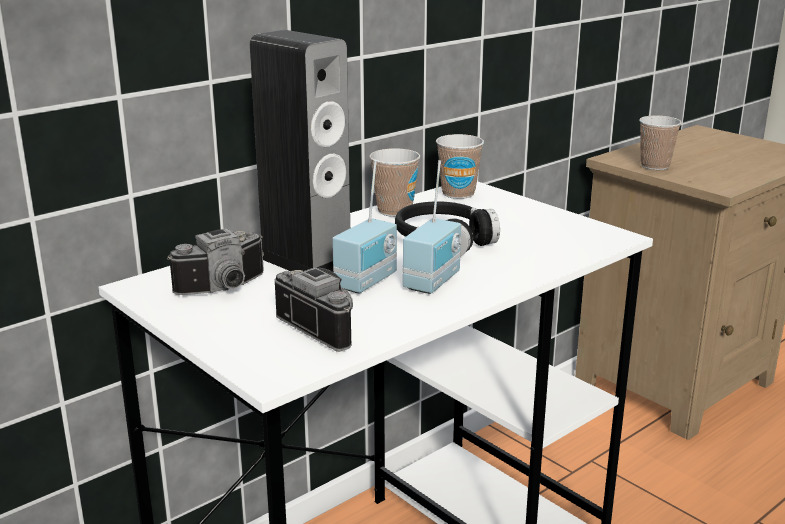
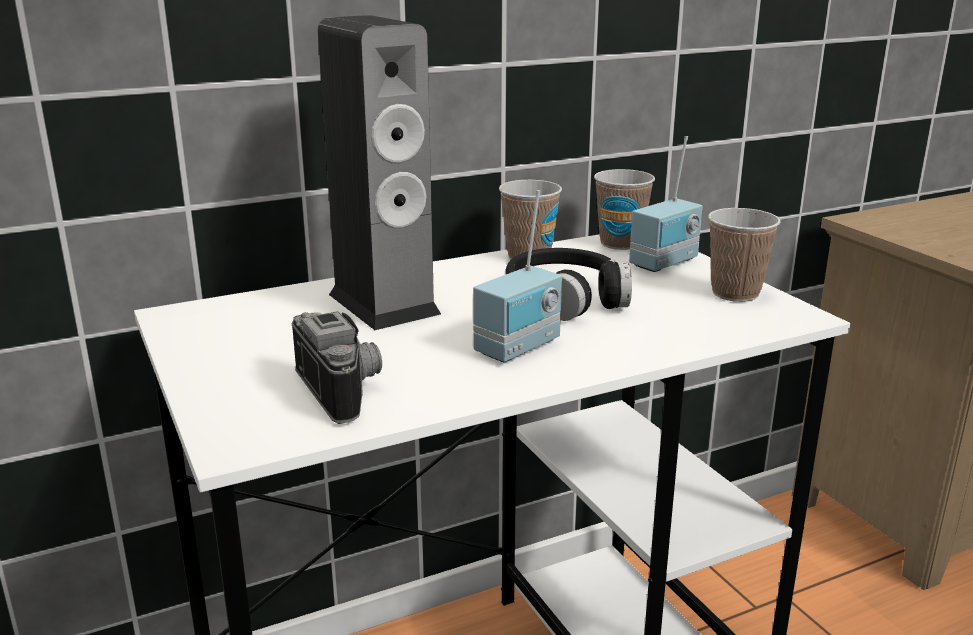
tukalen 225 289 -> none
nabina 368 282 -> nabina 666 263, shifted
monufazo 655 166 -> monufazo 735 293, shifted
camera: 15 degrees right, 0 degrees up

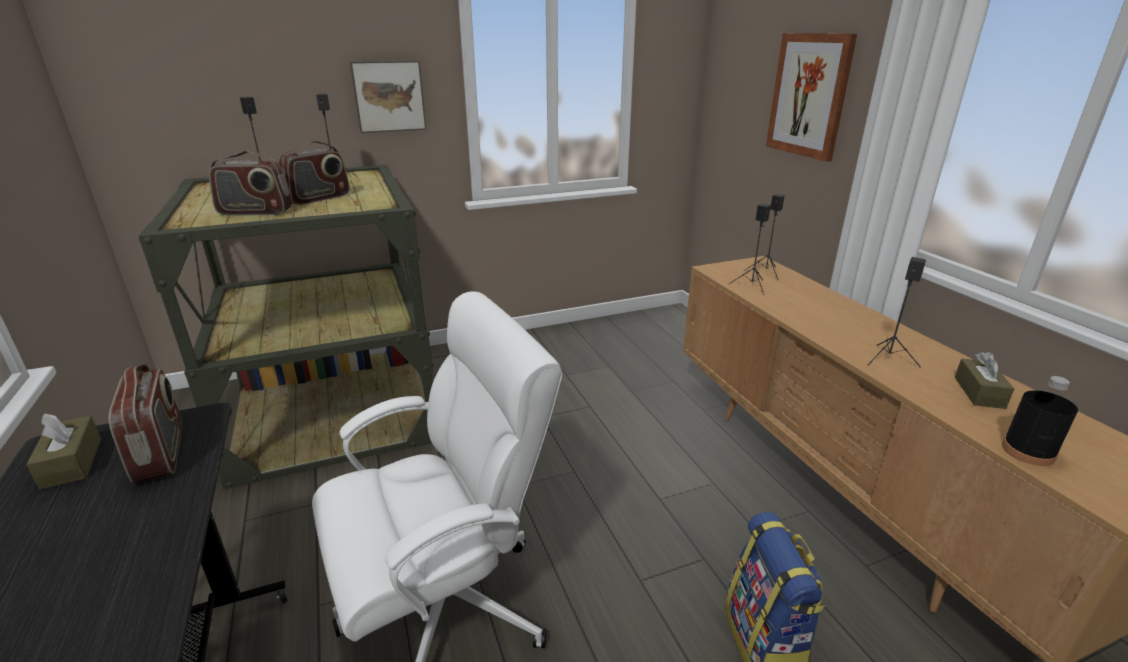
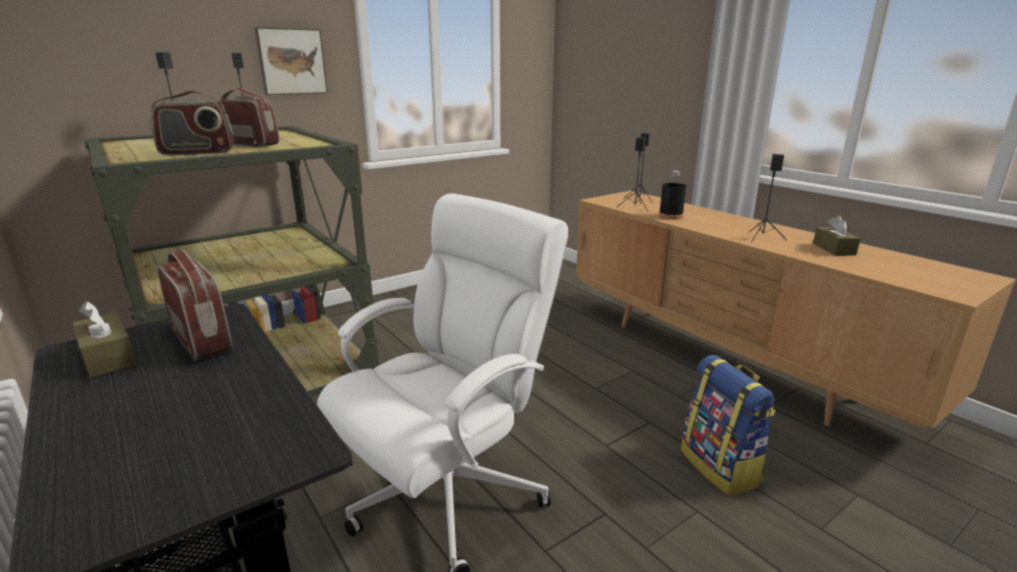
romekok 809 95 -> none
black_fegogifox 1028 451 -> black_fegogifox 670 216, shifted
nabina 318 198 -> nabina 251 144, 90 degrees counterclockwise
camera: 15 degrees left, 5 degrees down

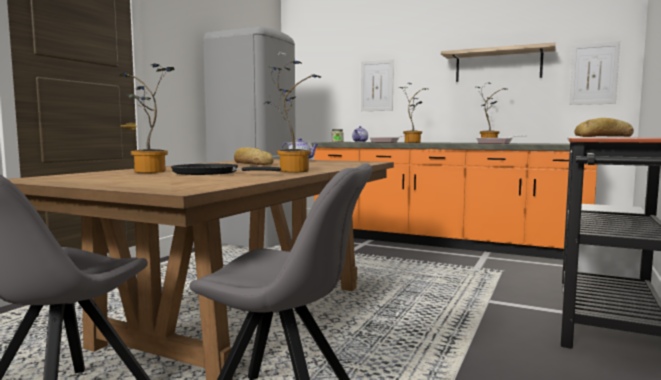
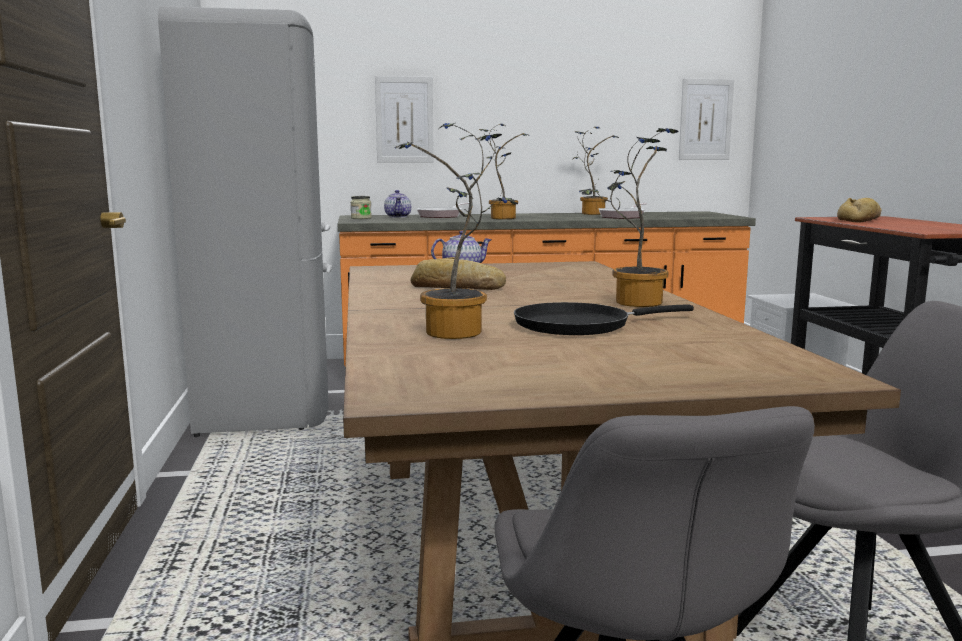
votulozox 498 65 -> none
camera: 35 degrees left, 5 degrees up

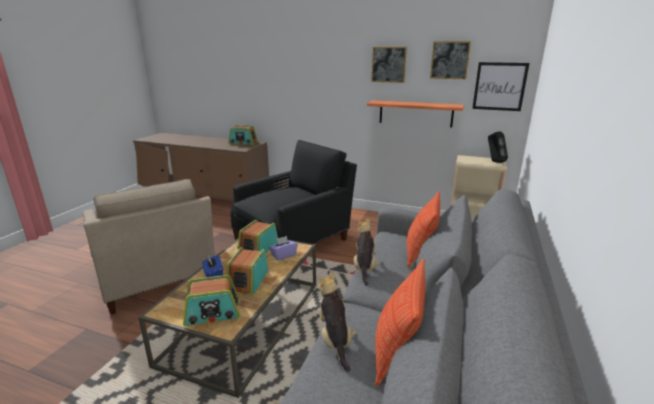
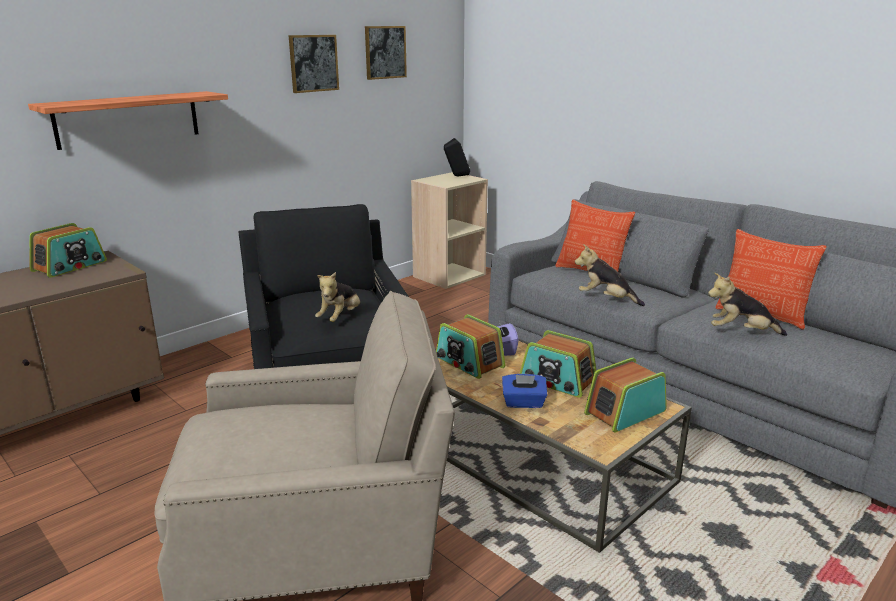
romekok 499 86 -> none
none -> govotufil 340 318
votulozox 415 113 -> votulozox 128 119, shifted
nabina 212 313 -> nabina 624 412, 135 degrees counterclockwise
camera: 65 degrees left, 0 degrees up

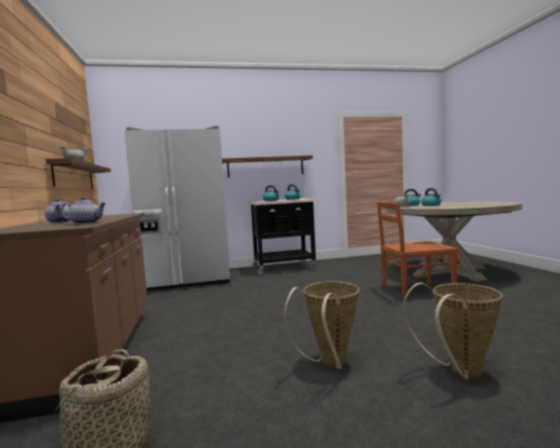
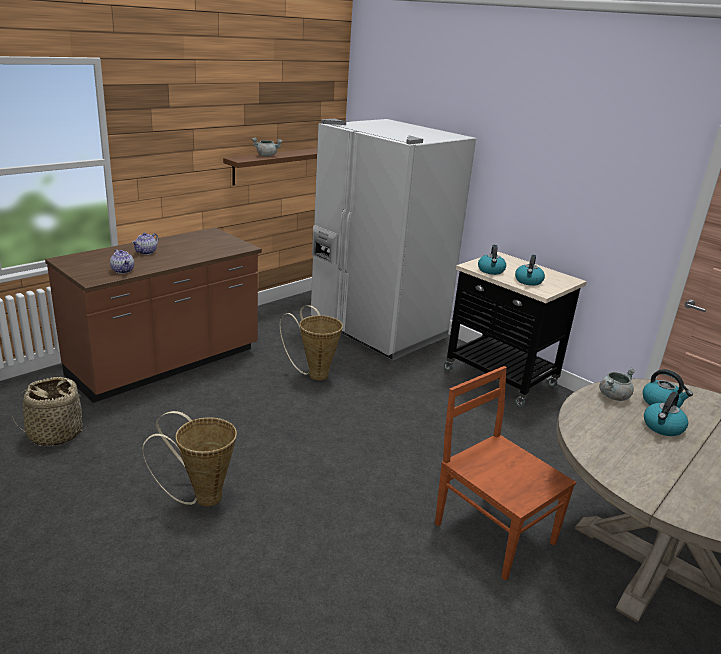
brown_votulozox 265 167 -> none
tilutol 460 372 -> tilutol 314 374, shifted
camera: 55 degrees right, 20 degrees up

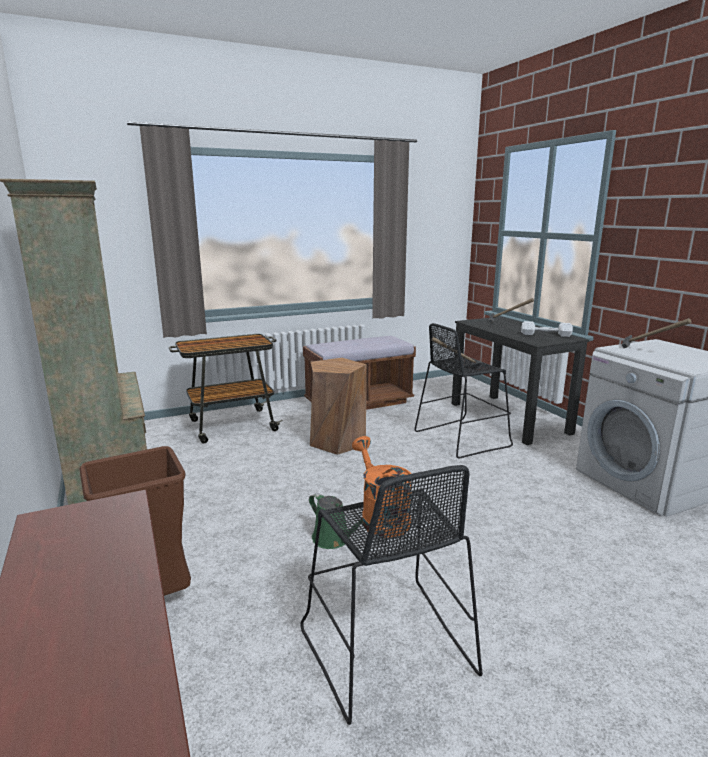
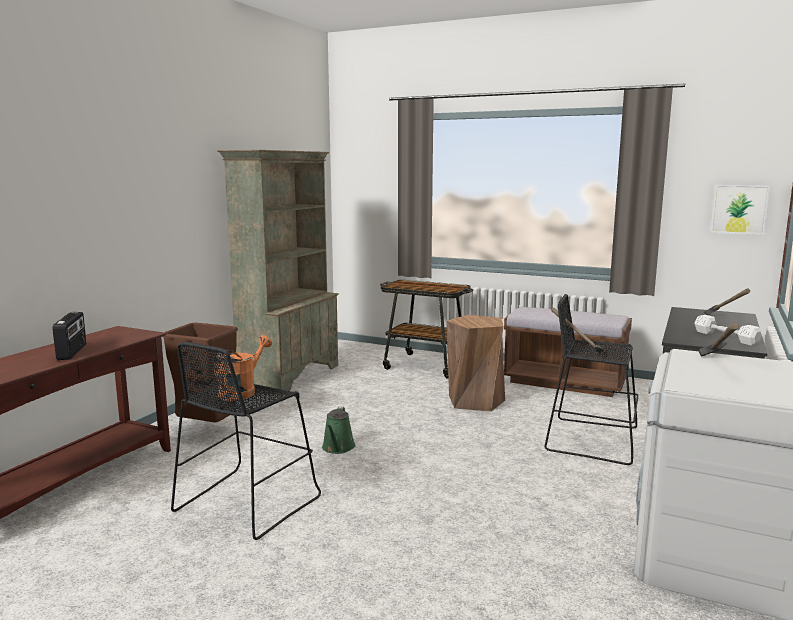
none -> nabina 73 352
none -> romekok 739 209
camera: 50 degrees right, 5 degrees down

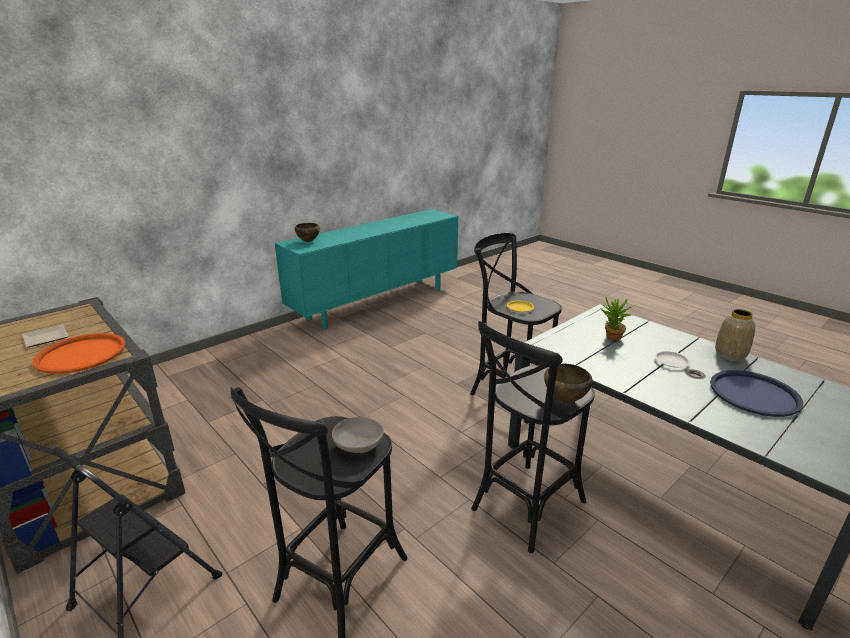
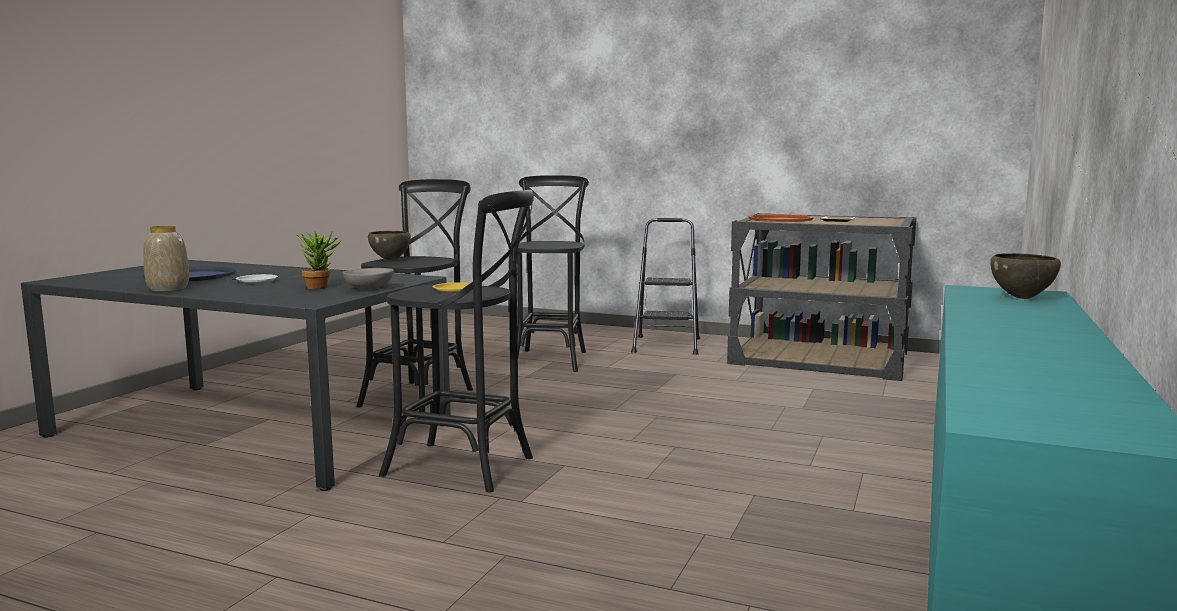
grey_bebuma 358 445 -> grey_bebuma 369 288, shifted
camera: 155 degrees right, 15 degrees down

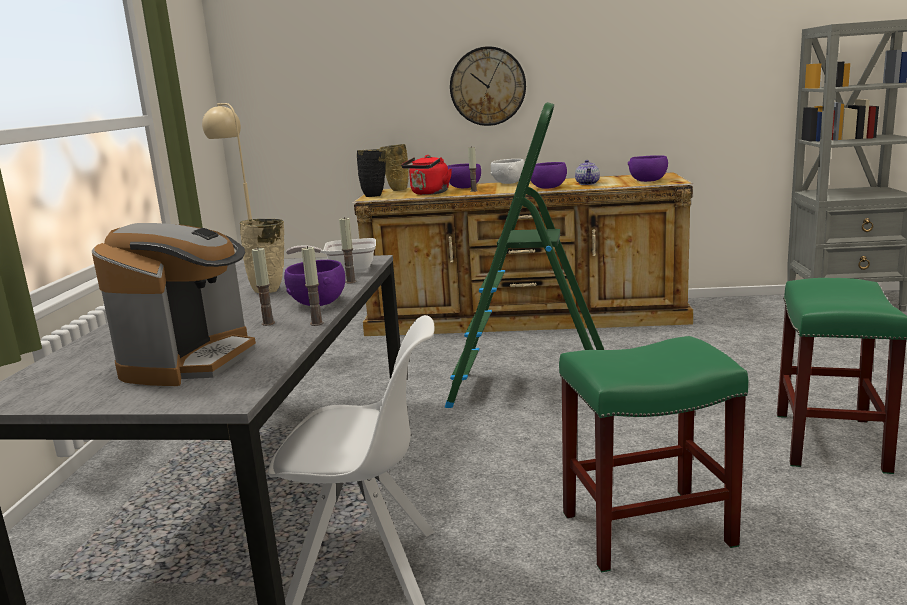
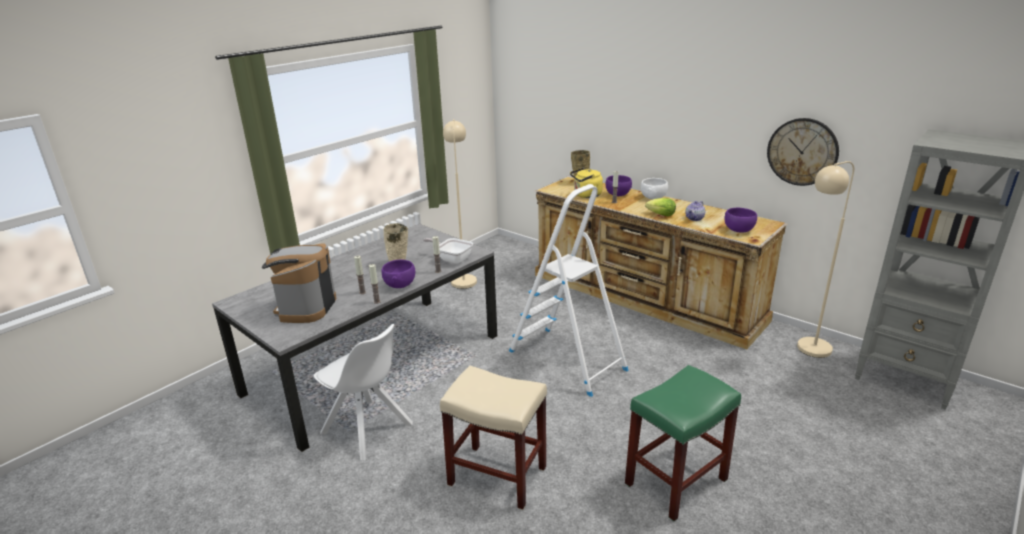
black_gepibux 375 196 -> none
none -> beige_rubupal 807 352
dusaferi 487 86 -> dusaferi 802 152, shifted
purple_bebuma 548 187 -> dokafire 661 215
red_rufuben 429 193 -> yellow_rufuben 586 195
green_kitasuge 531 391 -> white_kitasuge 566 360
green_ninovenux 645 530 -> beige_ninovenux 496 476
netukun 191 361 -> netukun 305 308, 135 degrees clockwise
camera: 35 degrees right, 10 degrees up

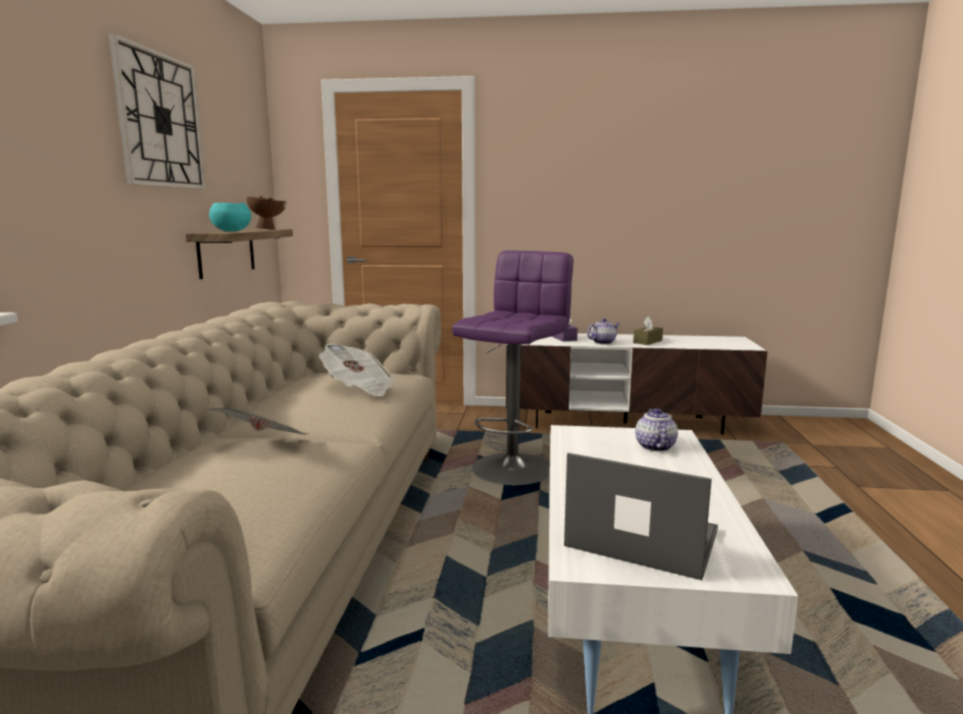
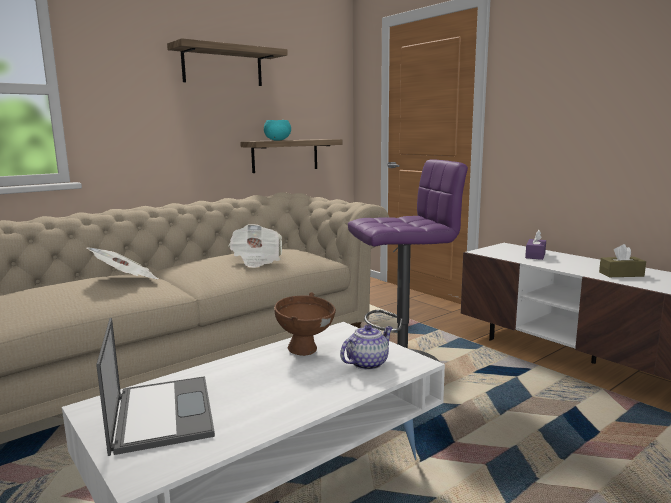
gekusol 603 342 -> none
brown_bebuma 268 229 -> brown_bebuma 306 350, shifted
dusaferi 160 120 -> votulozox 222 66
camera: 45 degrees right, 0 degrees up

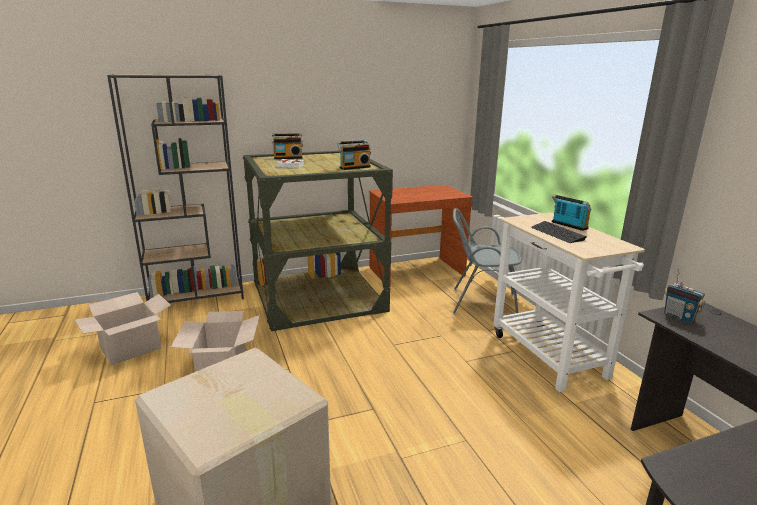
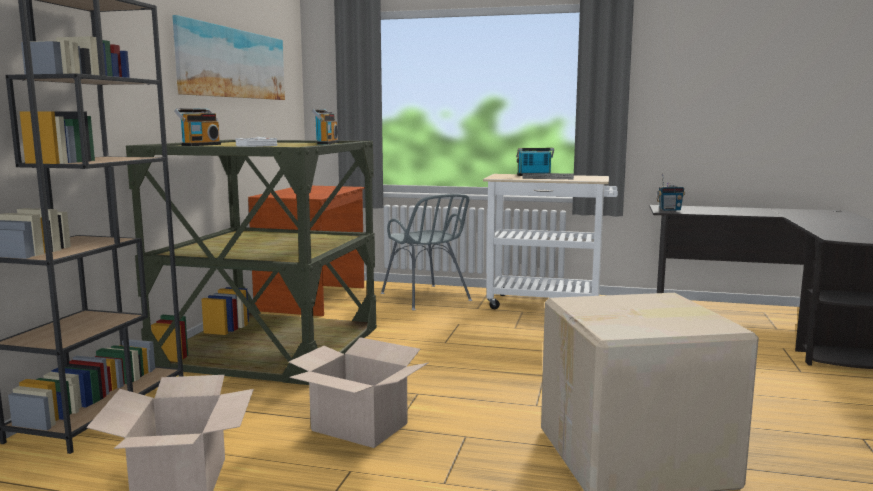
none -> romekok 232 63
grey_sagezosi 480 303 -> grey_sagezosi 426 298, 75 degrees counterclockwise
camera: 55 degrees left, 10 degrees down

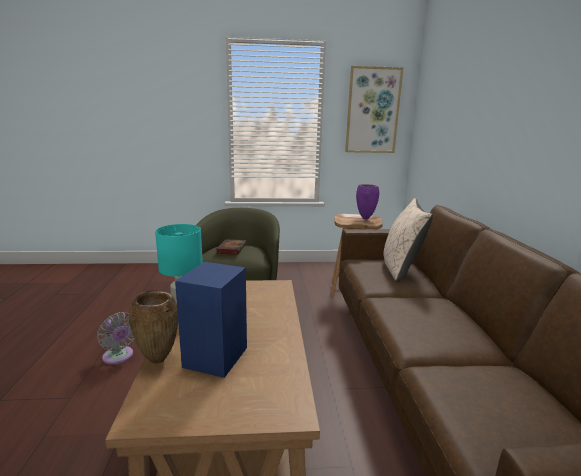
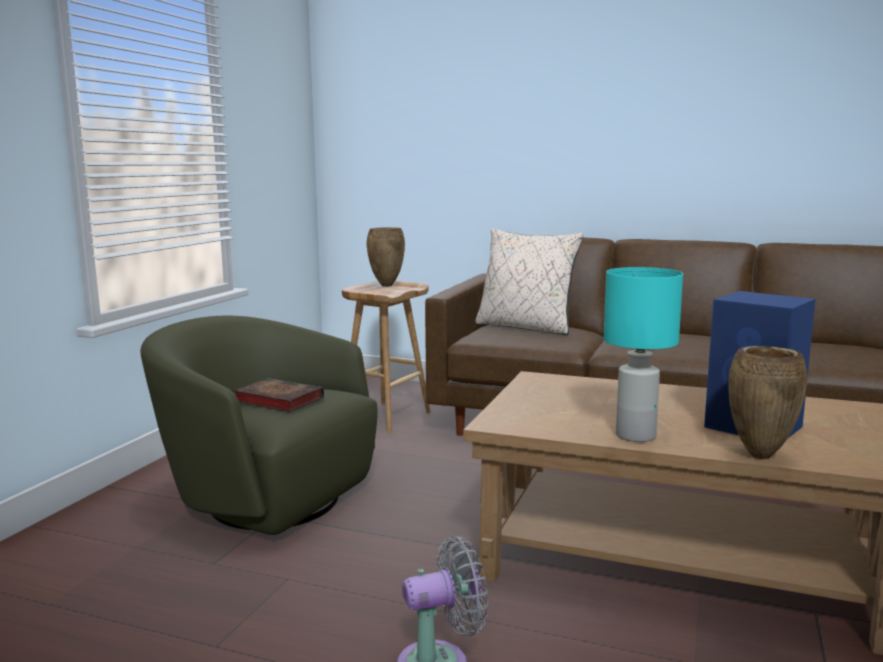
romekok 372 111 -> none
purple_gepibux 365 218 -> brown_gepibux 386 286
camera: 65 degrees left, 5 degrees down

